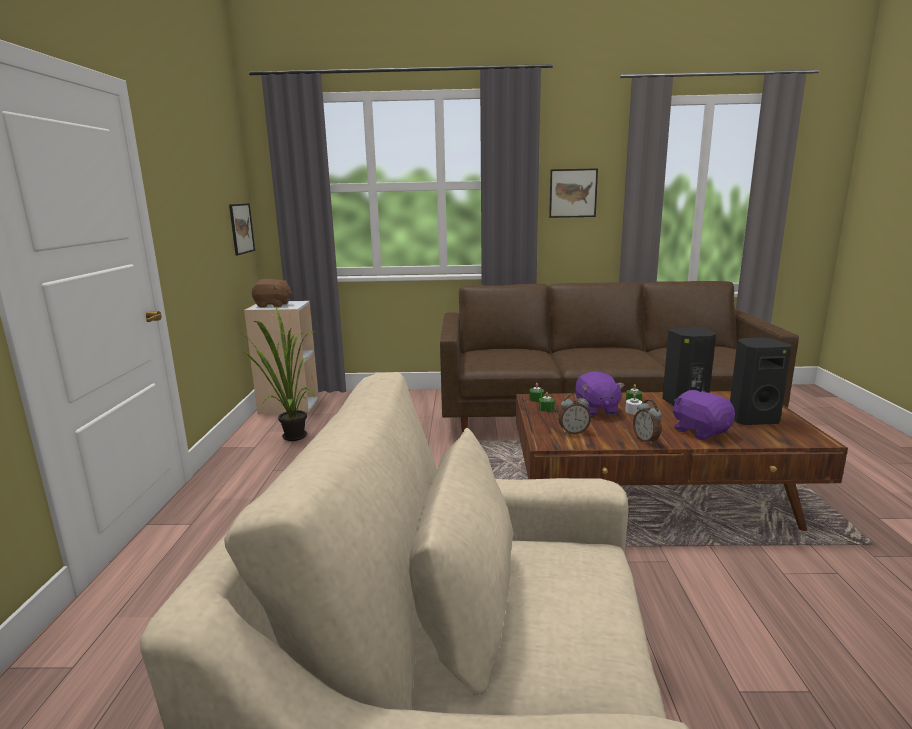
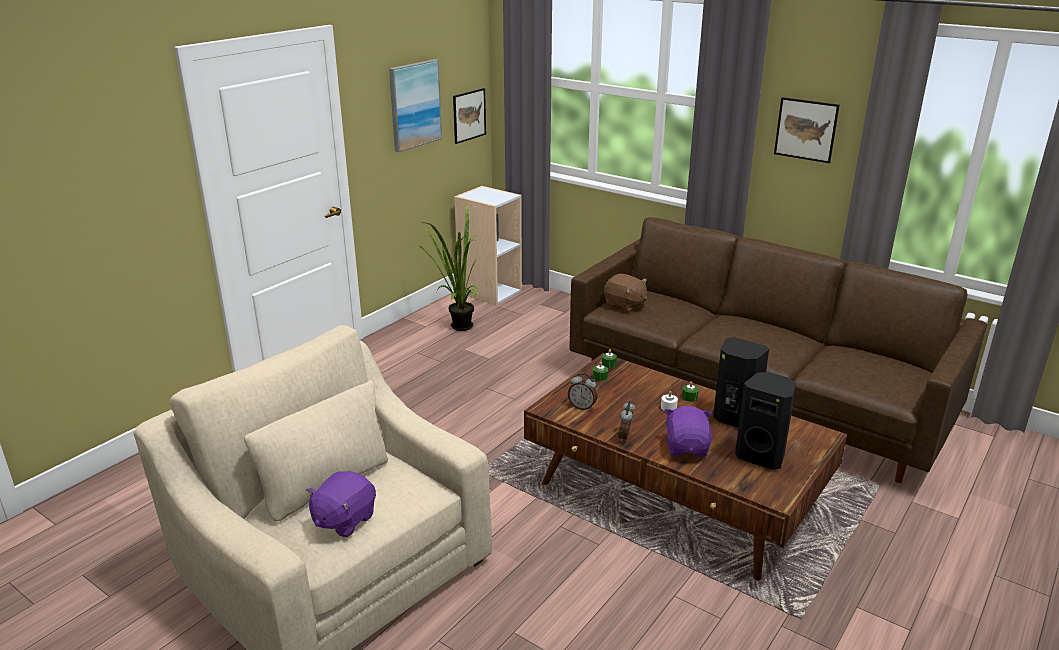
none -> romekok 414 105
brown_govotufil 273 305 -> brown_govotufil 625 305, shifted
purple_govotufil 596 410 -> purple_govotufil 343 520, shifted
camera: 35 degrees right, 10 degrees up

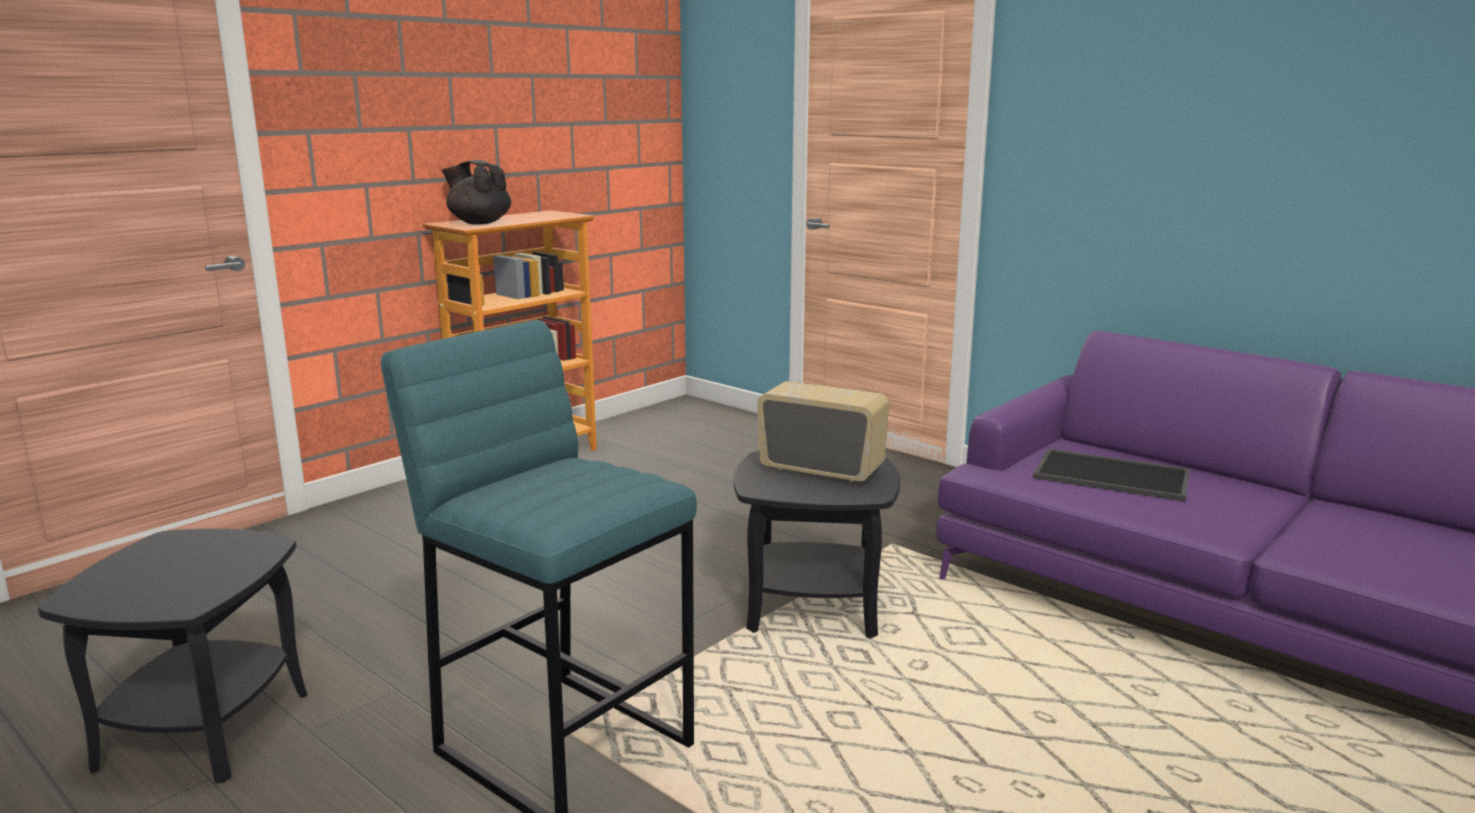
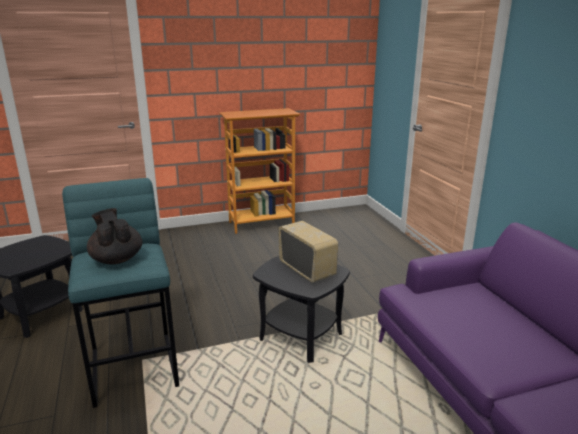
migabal 1113 475 -> none
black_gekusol 479 223 -> black_gekusol 116 259, shifted
camera: 30 degrees right, 5 degrees up

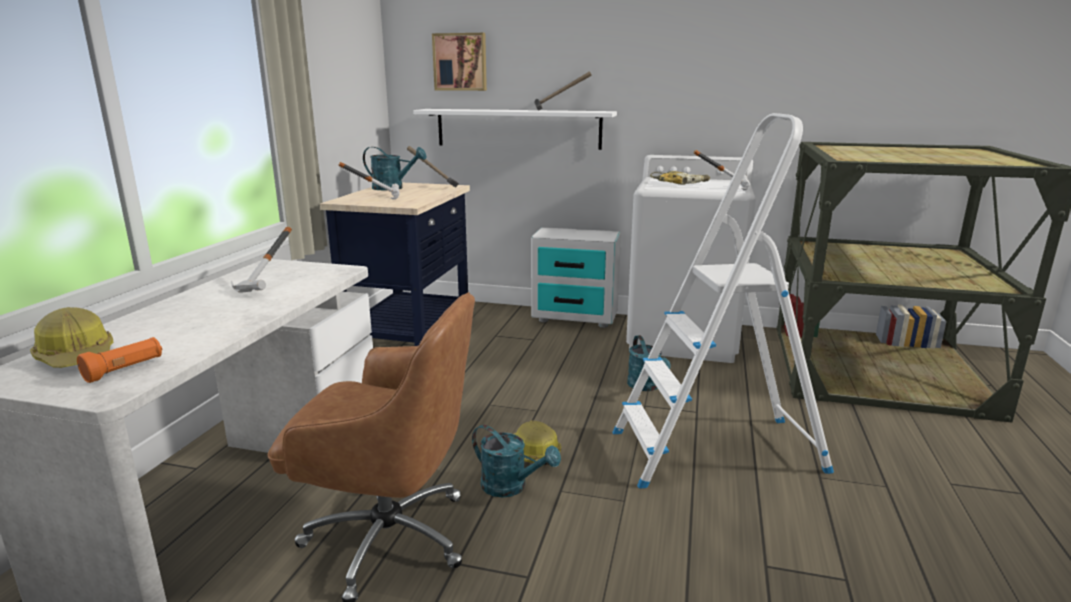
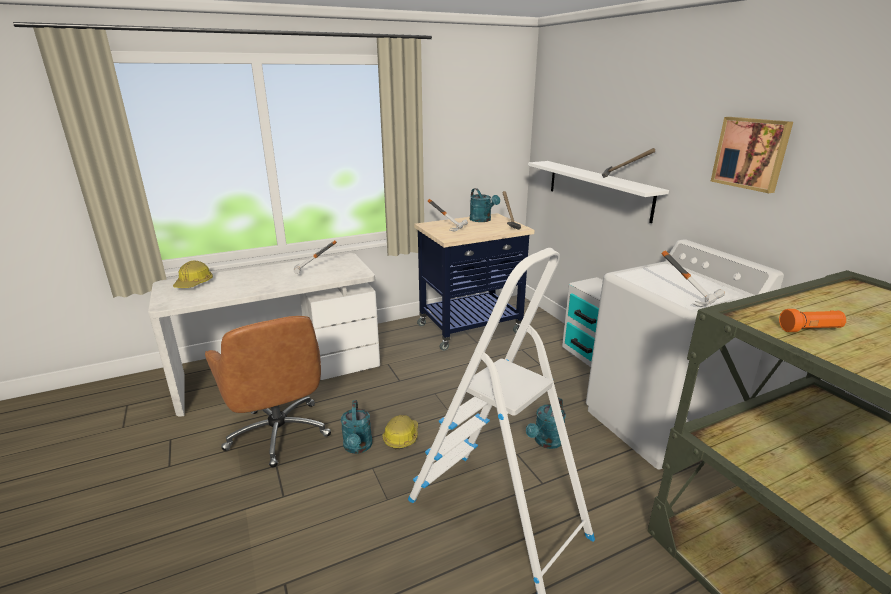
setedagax 680 183 -> none
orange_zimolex 125 370 -> orange_zimolex 810 330, shifted
romekok 460 62 -> romekok 751 153, shifted
camera: 50 degrees right, 5 degrees up

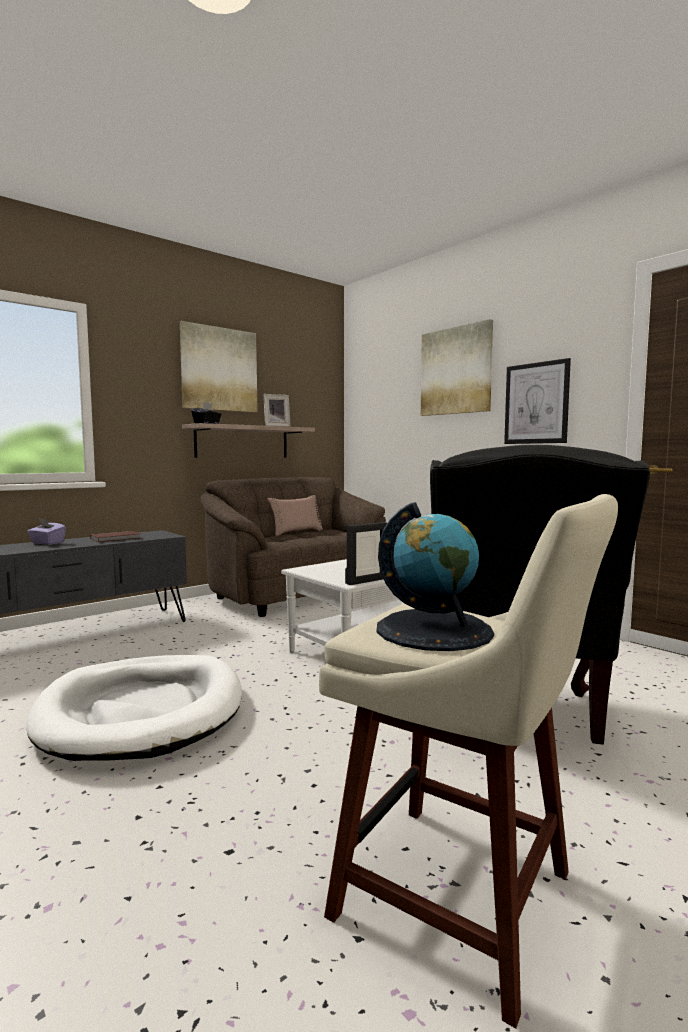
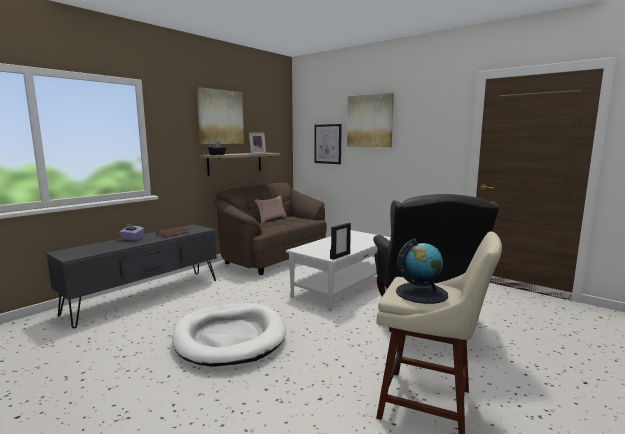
romekok 536 403 -> romekok 328 144, shifted
camera: 10 degrees left, 5 degrees up

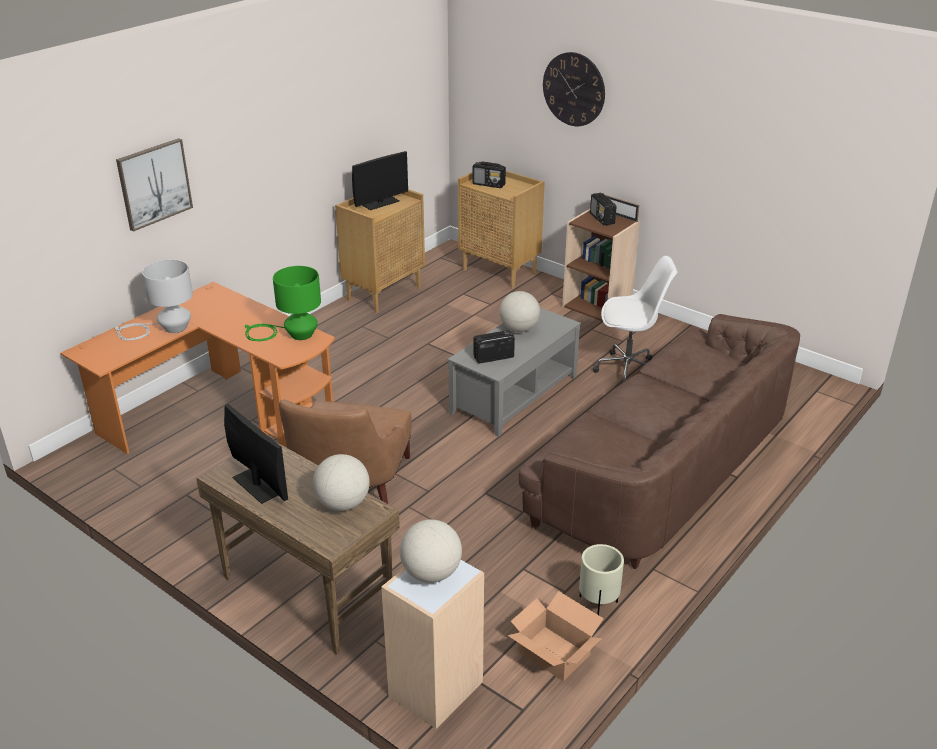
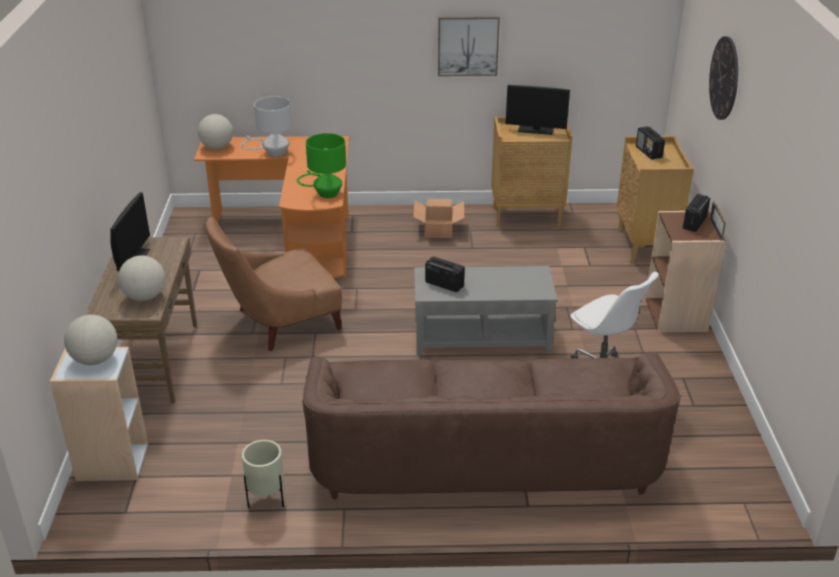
romekok 154 183 -> romekok 468 45, shifted
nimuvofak 519 329 -> nimuvofak 217 147, shifted
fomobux 554 654 -> fomobux 438 229, shifted
camera: 50 degrees right, 0 degrees up

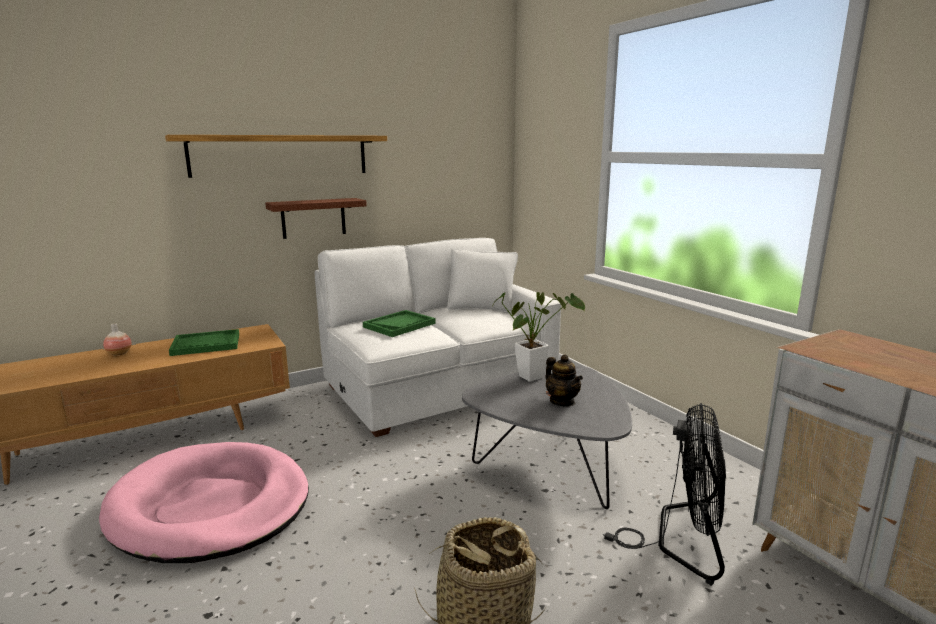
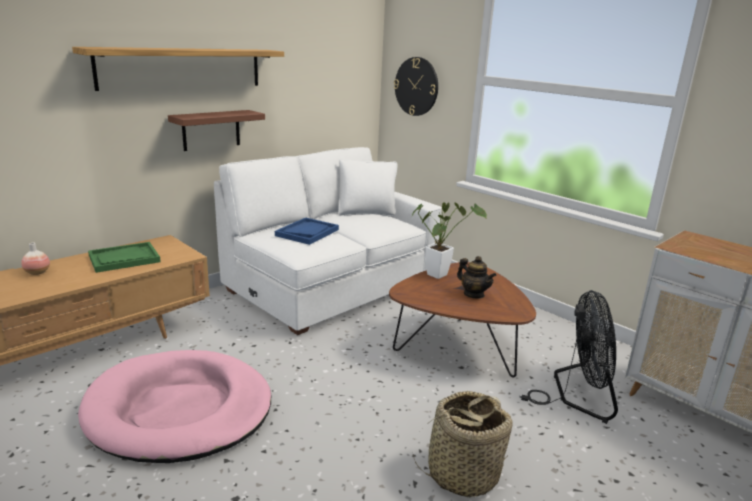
none -> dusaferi 416 86
green_migabal 399 325 -> blue_migabal 307 232
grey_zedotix 551 467 -> brown_zedotix 457 348
camera: 15 degrees left, 5 degrees up

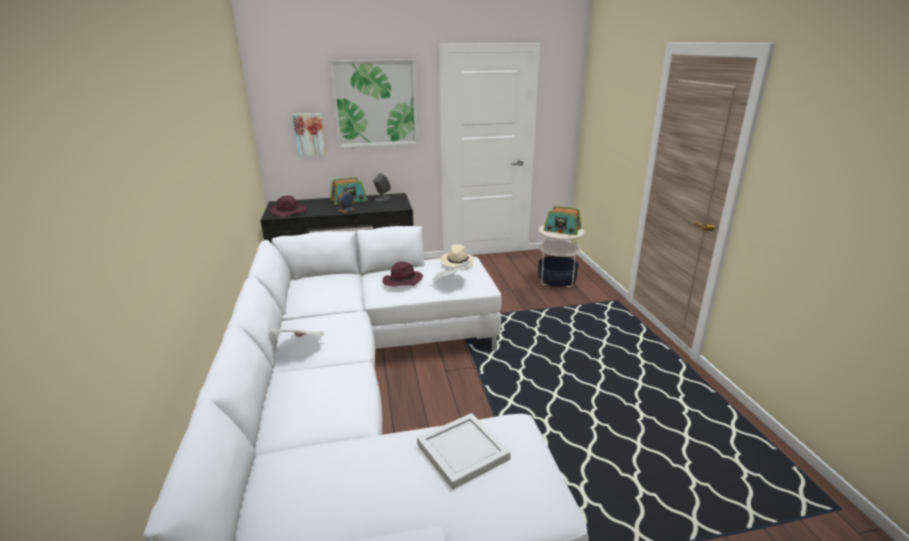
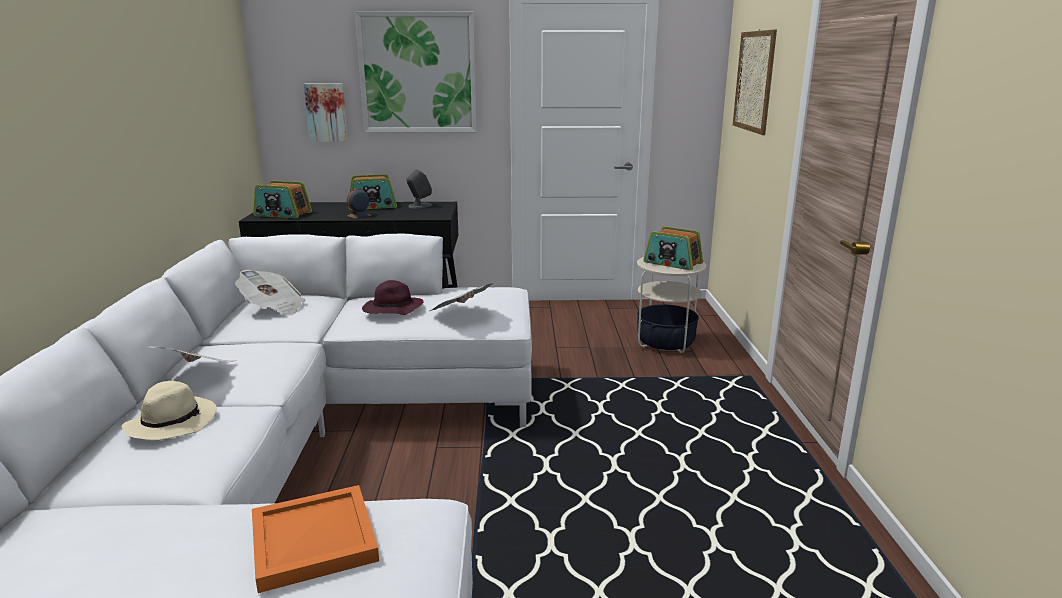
none -> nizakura 273 308
none -> romekok 754 80
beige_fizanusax 457 262 -> beige_fizanusax 172 422, shifted
purple_fizanusax 288 212 -> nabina 282 214
white_migabal 461 451 -> orange_migabal 311 540
camera: 10 degrees right, 5 degrees down

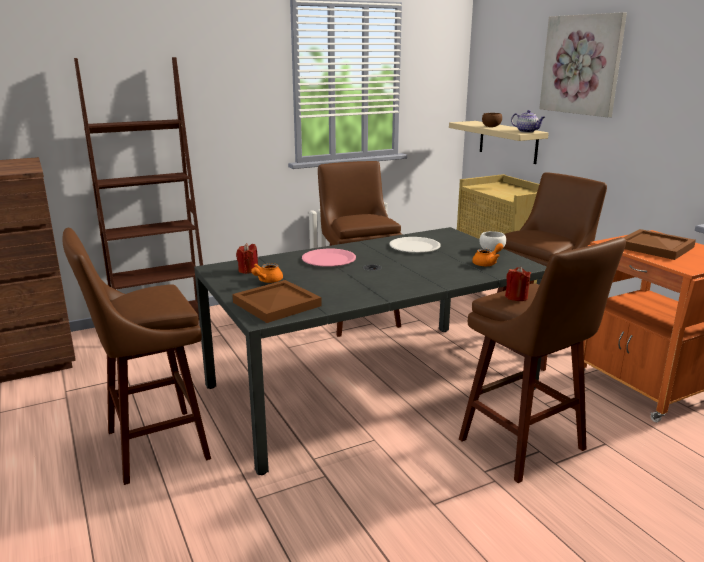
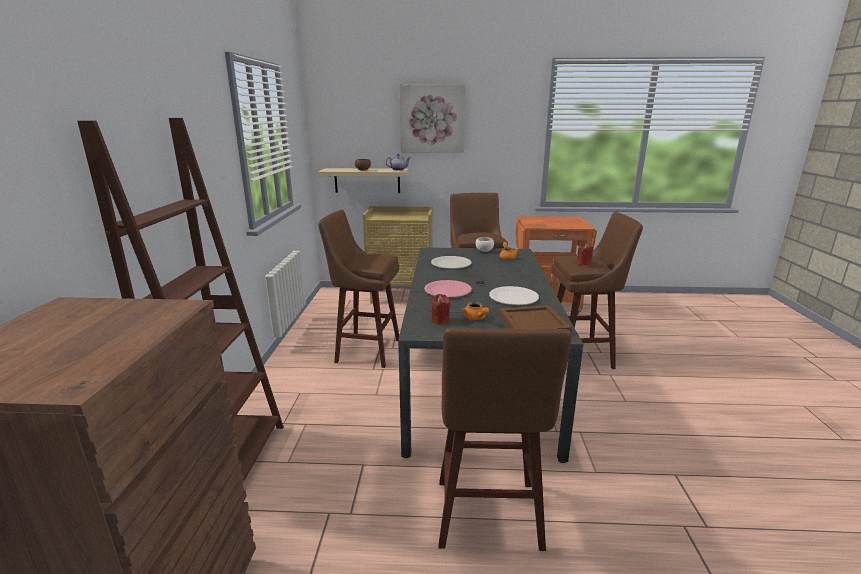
brown_migabal 654 247 -> none
none -> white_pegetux 513 297
camera: 60 degrees left, 0 degrees up

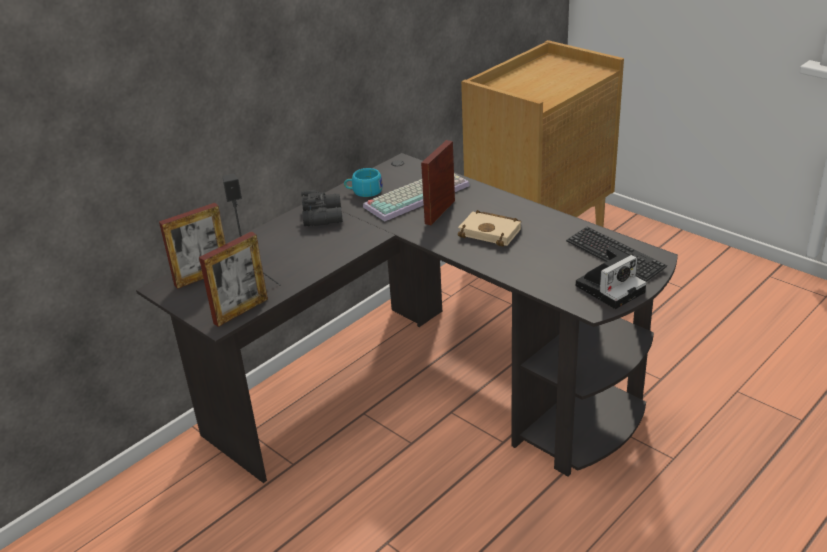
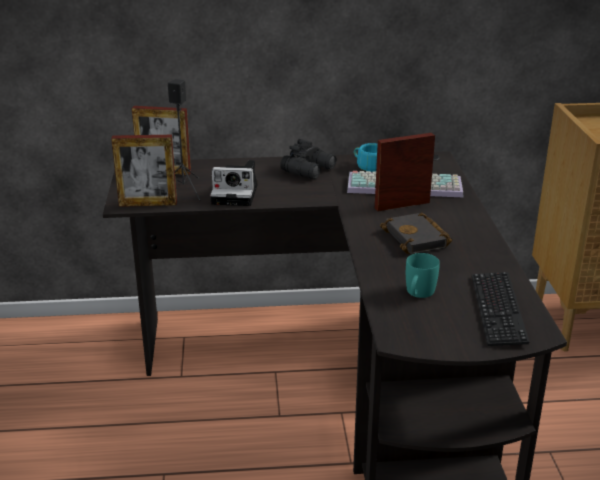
none -> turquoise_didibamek 418 294
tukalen 611 287 -> tukalen 237 194, shifted
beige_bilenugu 492 232 -> black_bilenugu 418 239
camera: 40 degrees right, 5 degrees down

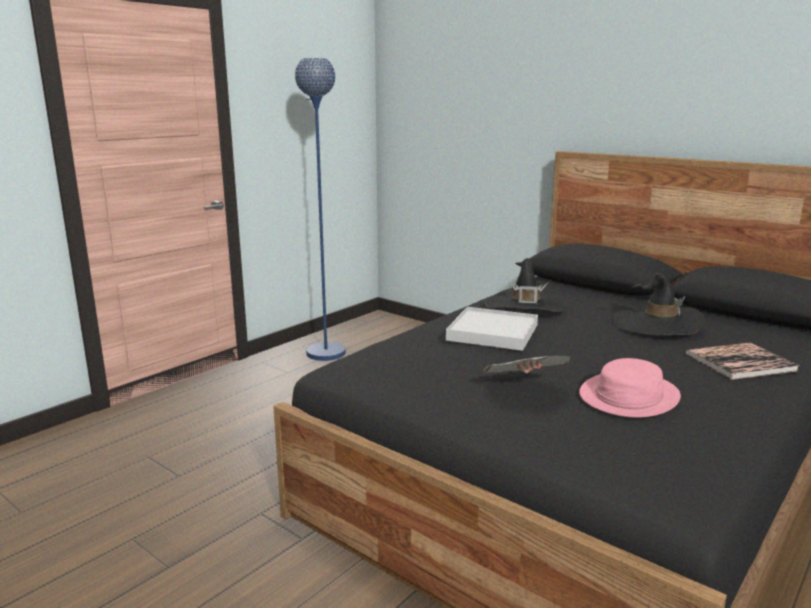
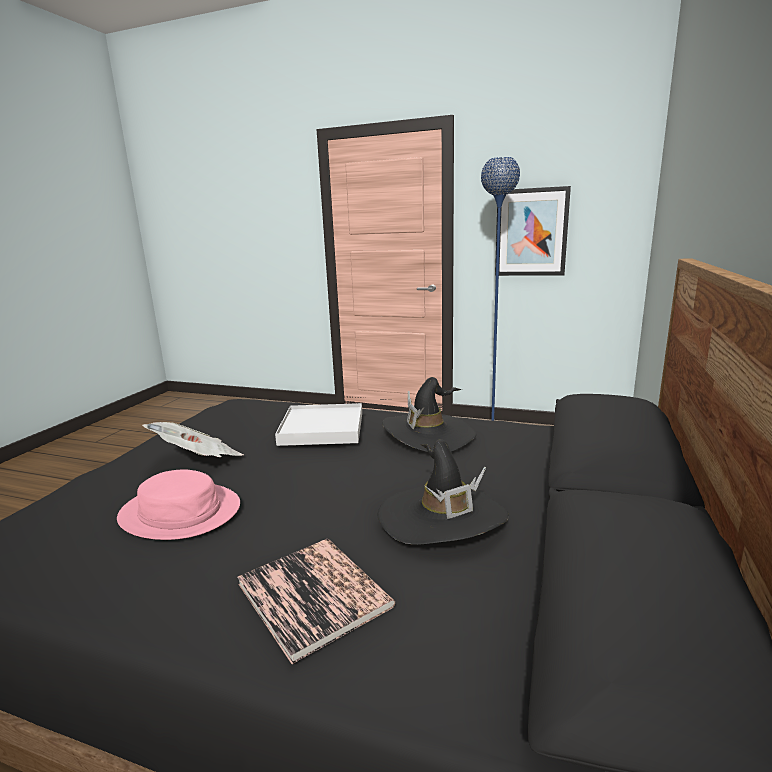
none -> romekok 531 232
camera: 70 degrees right, 0 degrees up

